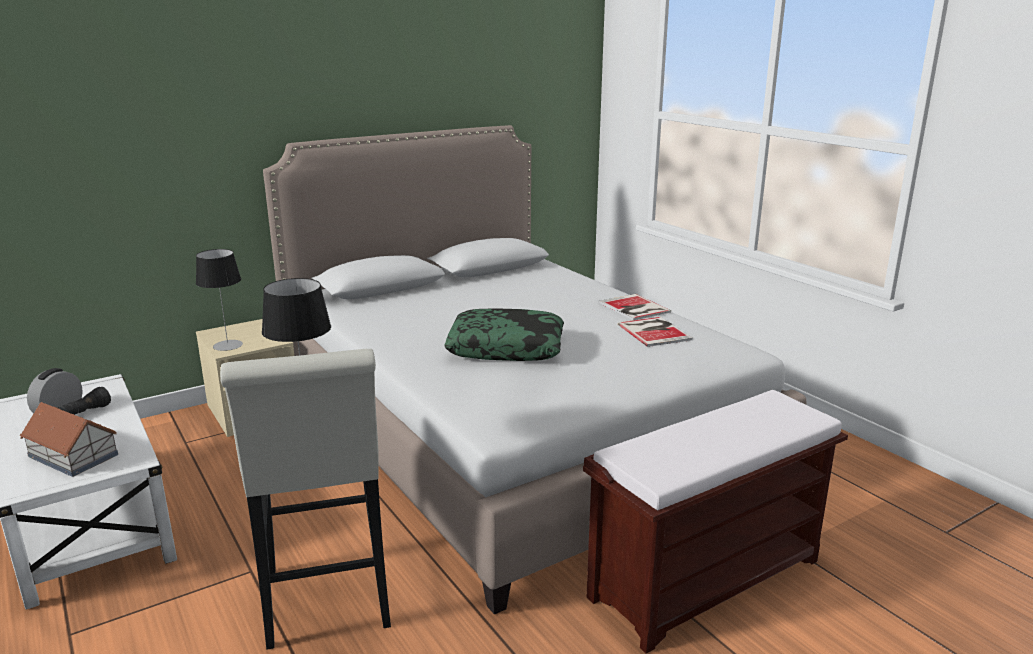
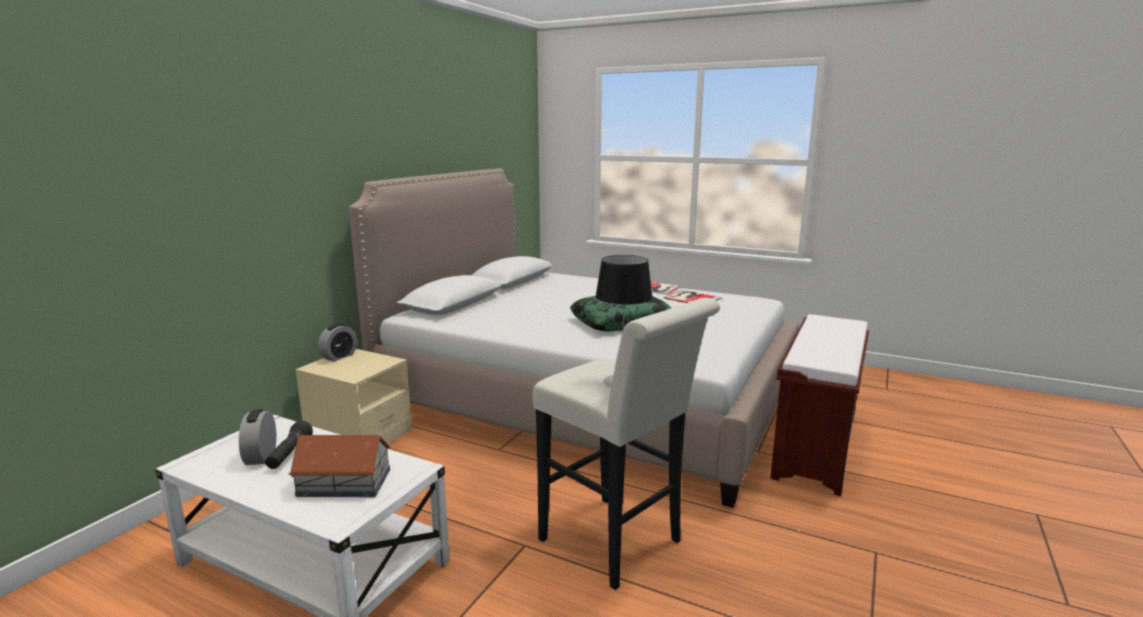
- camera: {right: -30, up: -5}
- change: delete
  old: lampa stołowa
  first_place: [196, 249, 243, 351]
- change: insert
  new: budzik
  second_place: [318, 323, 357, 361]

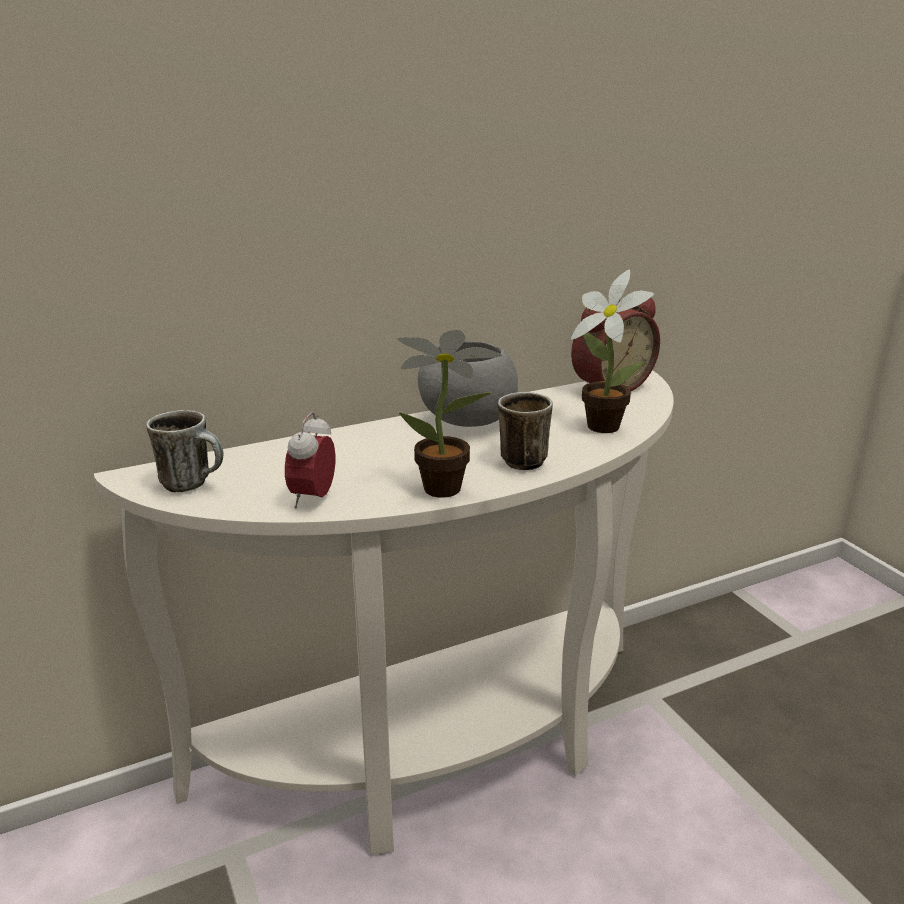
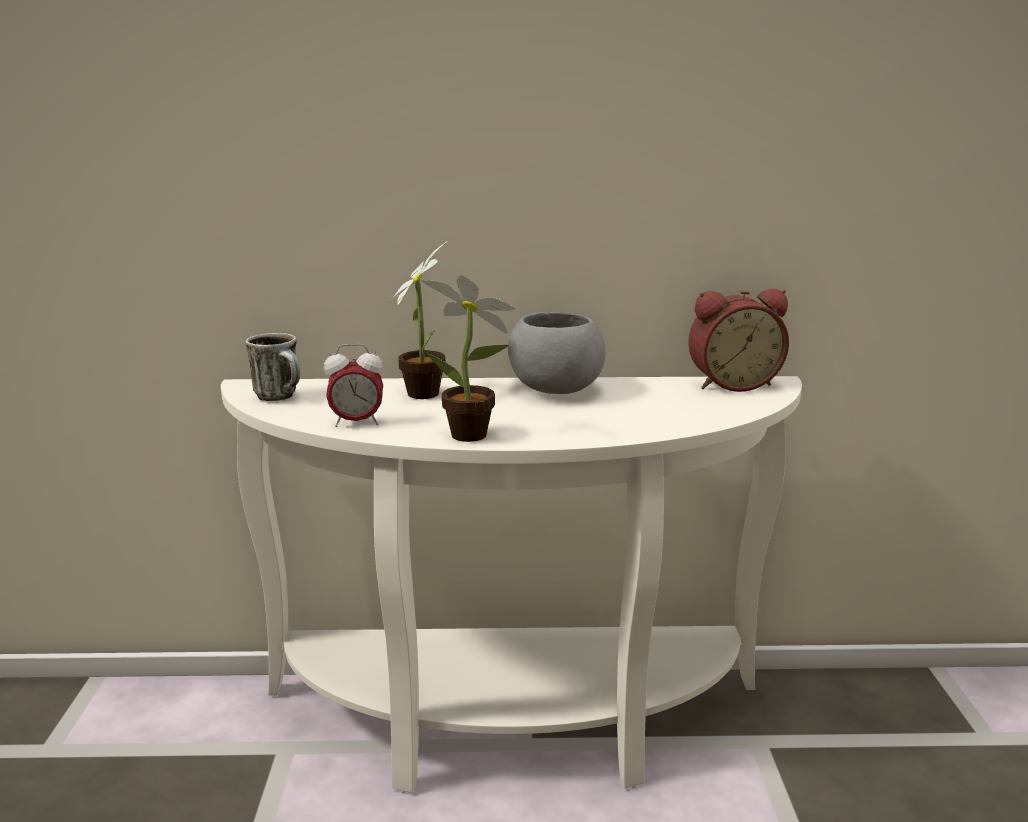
- camera: {right: 25, up: -5}
- change: move
  old: roślina doniczkowa
  first_place: [571, 270, 654, 433]
  second_place: [391, 242, 446, 399]
- change: delete
  old: kubek
  first_place: [498, 392, 553, 470]
- change: rotate
  old: budzik
  first_place: [285, 412, 335, 509]
  second_place: [324, 344, 383, 427]
  degrees: -135

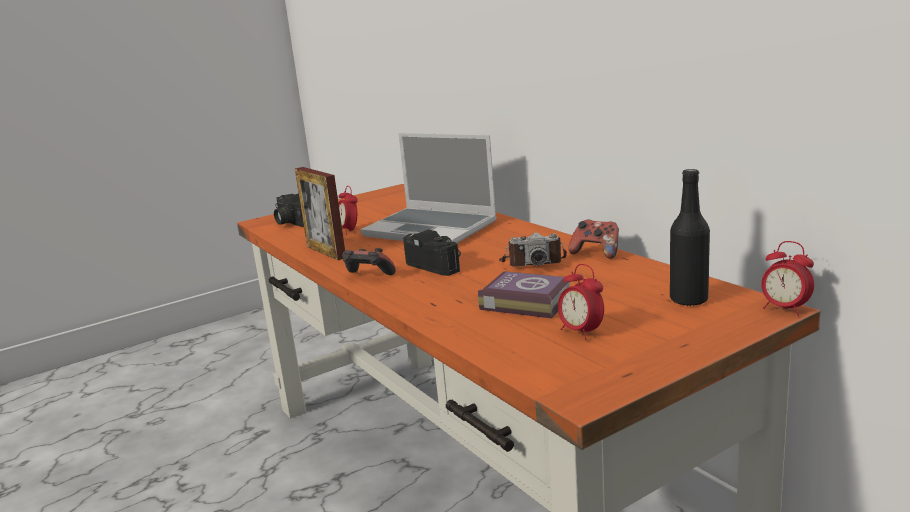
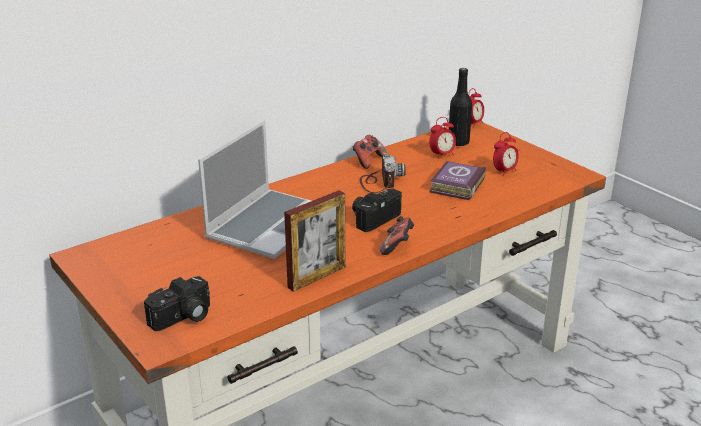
- camera: {right: -95, up: 10}
- change: move
  old: budzik
  first_place: [338, 186, 358, 235]
  second_place: [429, 117, 456, 159]

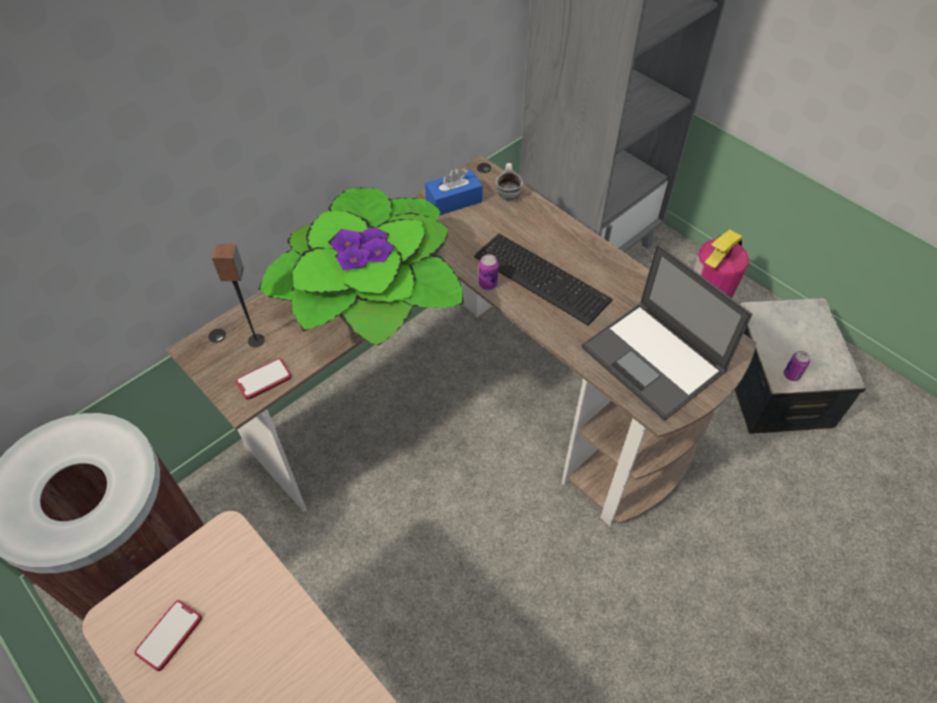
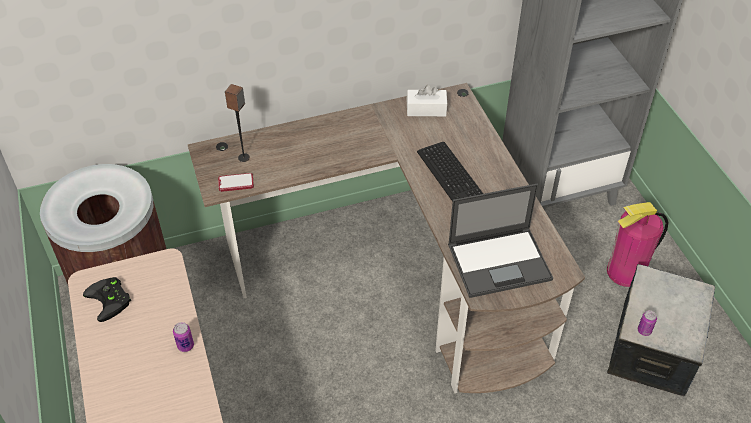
- camera: {right: 25, up: -5}
- change: delete
  old: kubek
  first_place: [496, 163, 523, 200]
- change: recolor
  old: pudełko chusteczek [niebieski]
  new: pudełko chusteczek [biały]
  first_place: [425, 168, 483, 215]
  second_place: [407, 85, 447, 116]
- change: delete
  old: roślina doniczkowa
  first_place: [258, 188, 464, 346]
- change: rotate
  old: laptop
  first_place: [581, 244, 752, 421]
  second_place: [448, 184, 553, 298]
  degrees: -90
- change: move
  old: puszka
  first_place: [479, 254, 498, 290]
  second_place: [173, 322, 194, 352]
- change: replace
  old: telefon
  new: pad do gier [czarny]
  first_place: [134, 600, 202, 671]
  second_place: [83, 277, 131, 322]

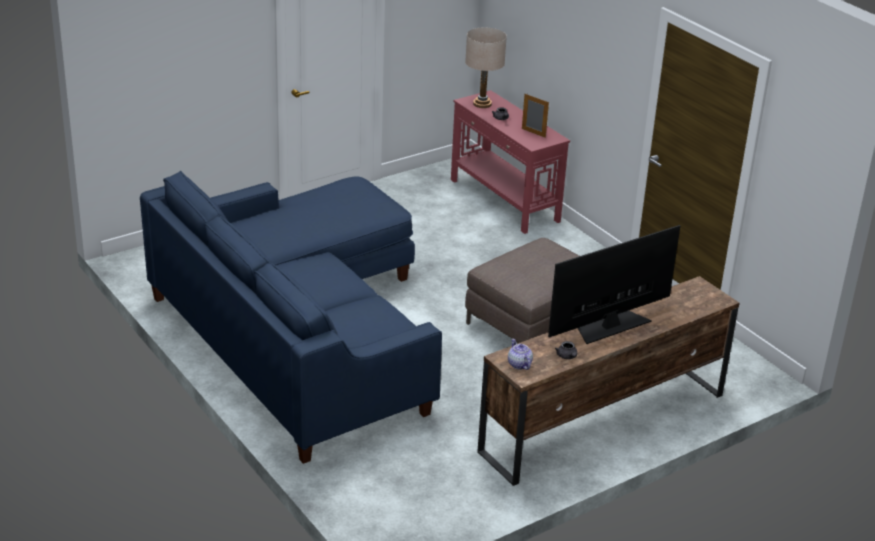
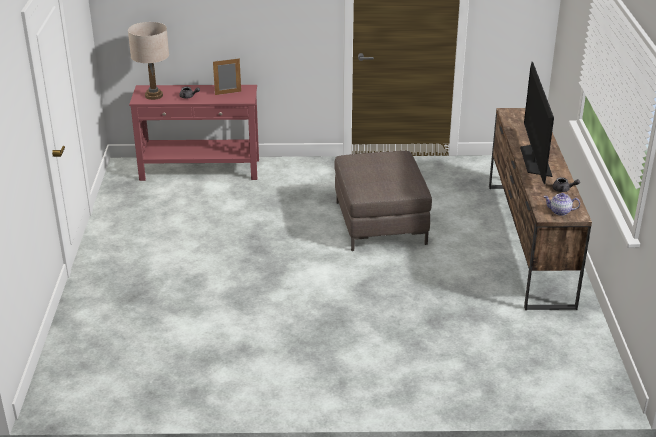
- camera: {right: -55, up: 0}
- change: delete
  old: kanapa [niebieski]
  first_place: [140, 171, 442, 464]

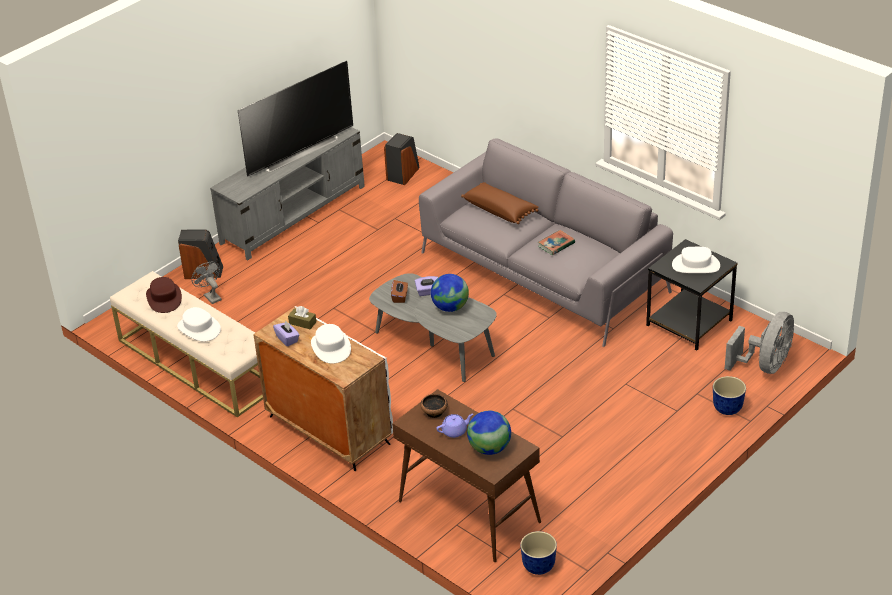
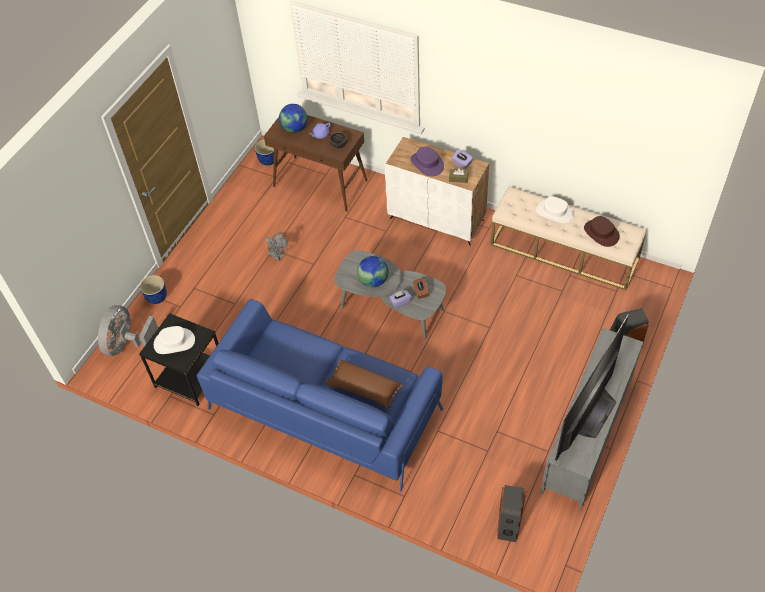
- camera: {right: 165, up: 15}
- change: recolor
  old: kanapa [szary]
  new: kanapa [niebieski]
  first_place: [419, 139, 673, 347]
  second_place: [197, 299, 443, 492]
- change: delete
  old: książka
  first_place: [538, 230, 575, 255]
- change: move
  old: wentylator [szary]
  first_place: [191, 262, 222, 304]
  second_place: [265, 232, 288, 261]
- change: recolor
  old: kapelusz [biały]
  new: kapelusz [fioletowy]
  first_place: [311, 324, 351, 364]
  second_place: [410, 147, 444, 176]

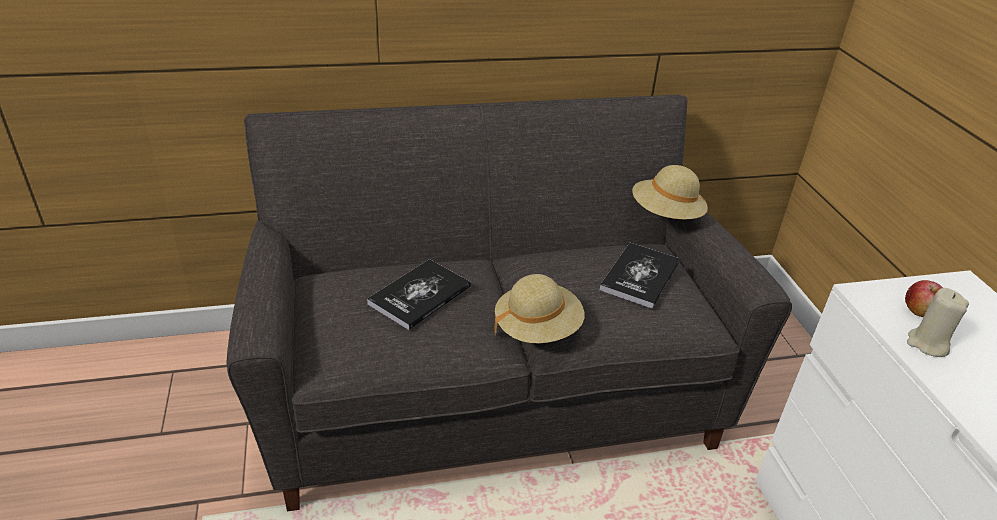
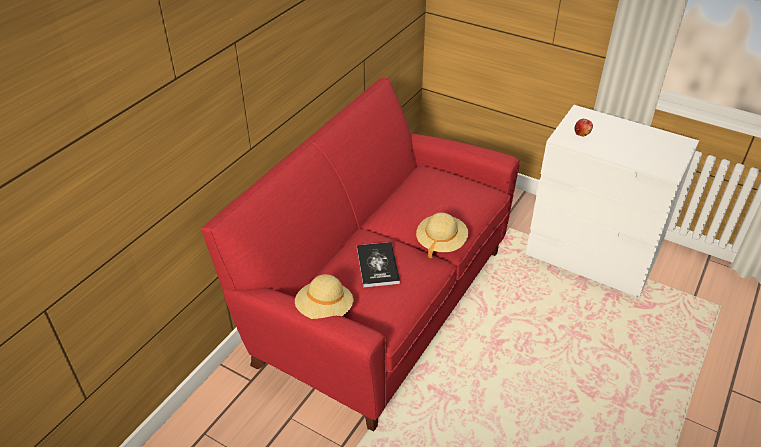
- camera: {right: -45, up: 5}
- change: recolor
  old: kanapa [szary]
  new: kanapa [czerwony]
  first_place: [227, 95, 792, 511]
  second_place: [201, 78, 520, 432]
- change: move
  old: kapelusz [beżowy]
  first_place: [632, 165, 708, 219]
  second_place: [295, 274, 353, 319]
- change: delete
  old: książka
  first_place: [599, 243, 680, 309]
- change: delete
  old: świeca [beżowy]
  first_place: [907, 288, 969, 357]

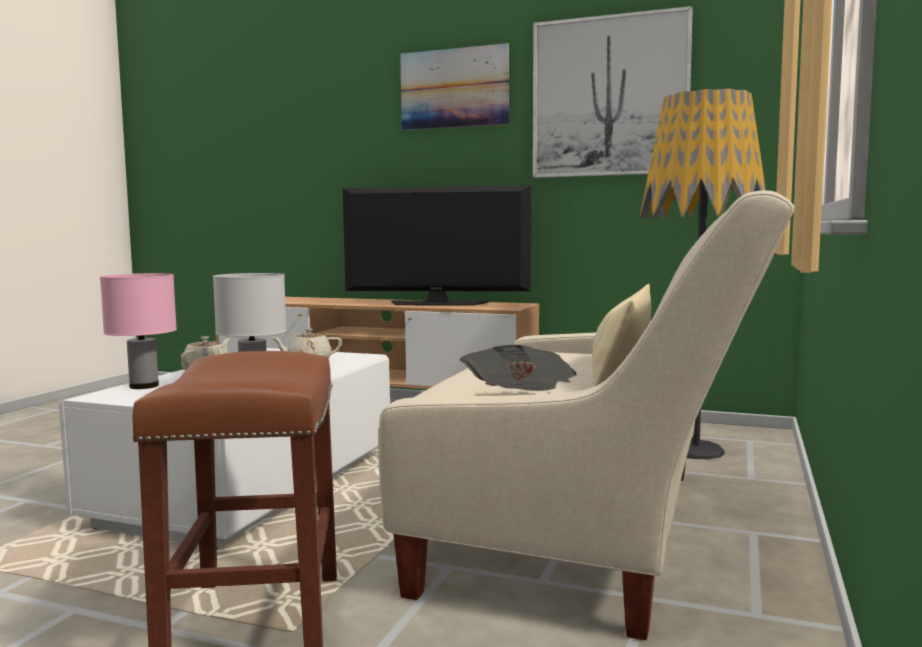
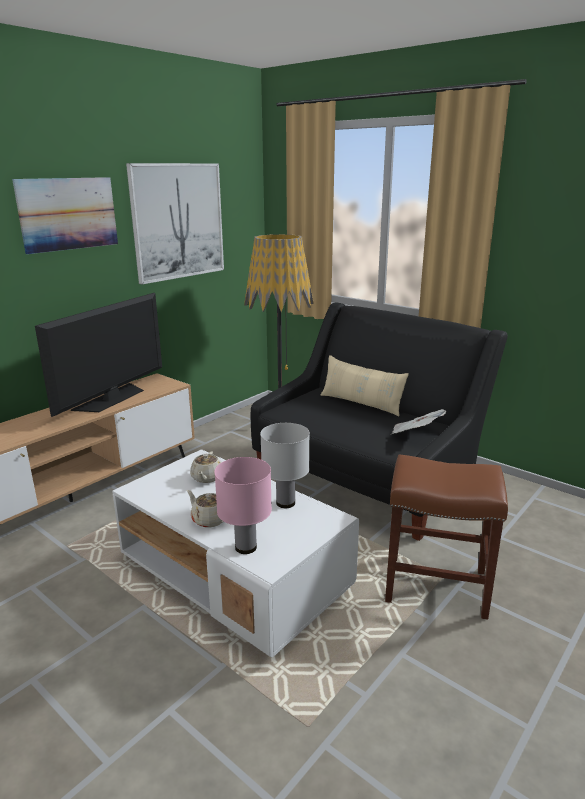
- camera: {right: -70, up: 15}
- change: recolor
  old: kanapa [beżowy]
  new: kanapa [czarny]
  first_place: [378, 190, 794, 640]
  second_place: [251, 302, 508, 541]

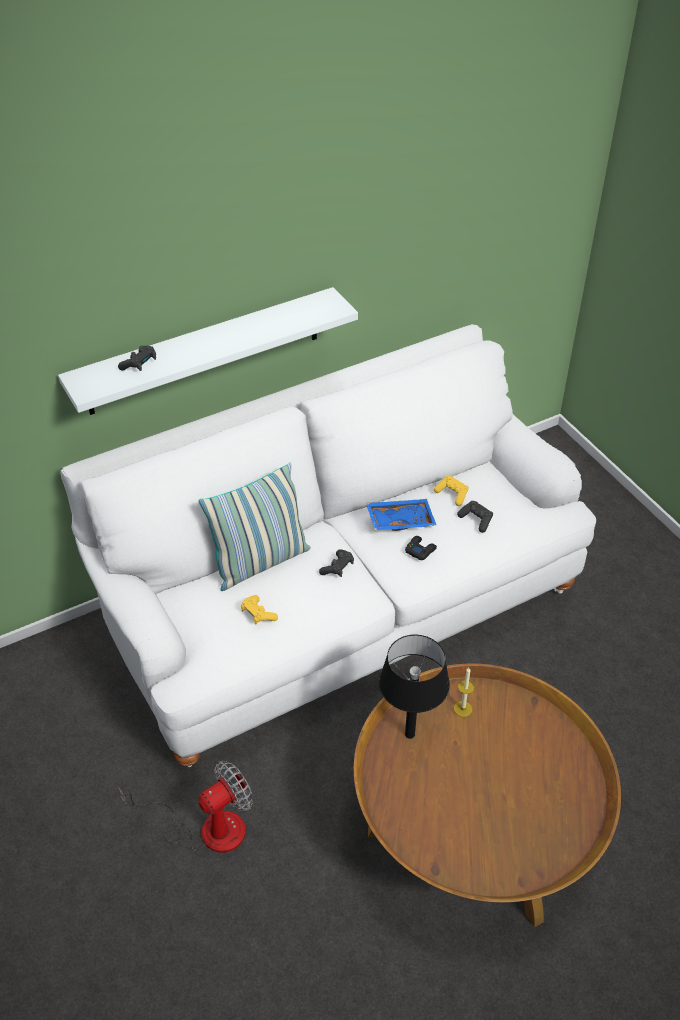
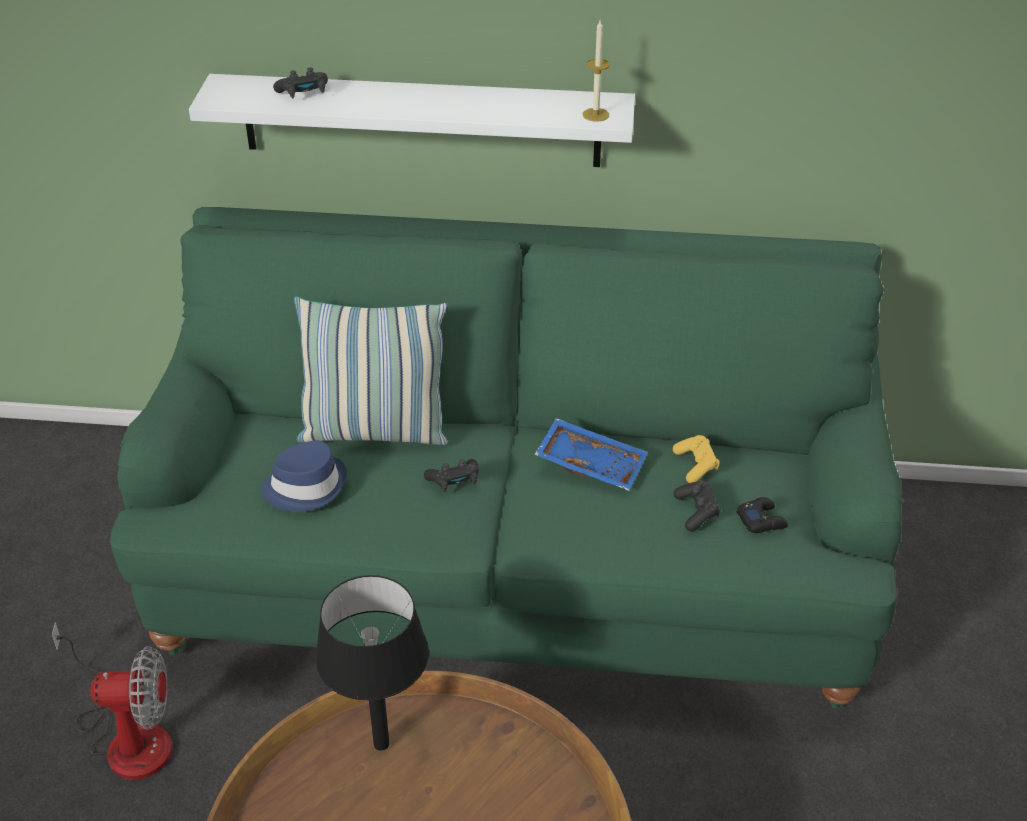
- camera: {right: 35, up: -5}
- change: recolor
  old: kanapa [biały]
  new: kanapa [zielony]
  first_place: [61, 324, 596, 767]
  second_place: [110, 207, 903, 709]
- change: move
  old: pad do gier [czarny]
  first_place: [405, 536, 437, 560]
  second_place: [737, 497, 788, 533]
- change: replace
  old: pad do gier [żółty]
  new: kapelusz [niebieski]
  first_place: [241, 595, 278, 625]
  second_place: [261, 441, 347, 512]
- change: move
  old: świeca
  first_place: [454, 668, 474, 717]
  second_place: [583, 20, 610, 121]

